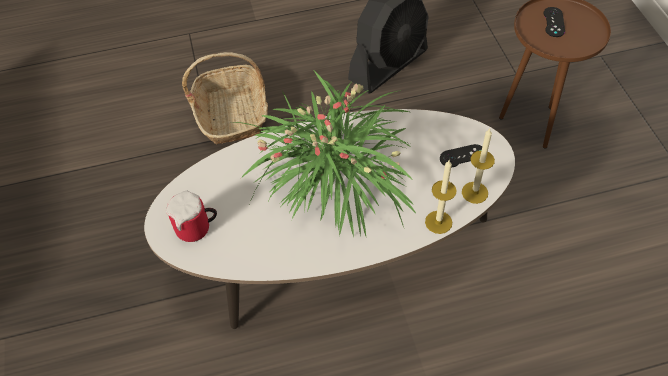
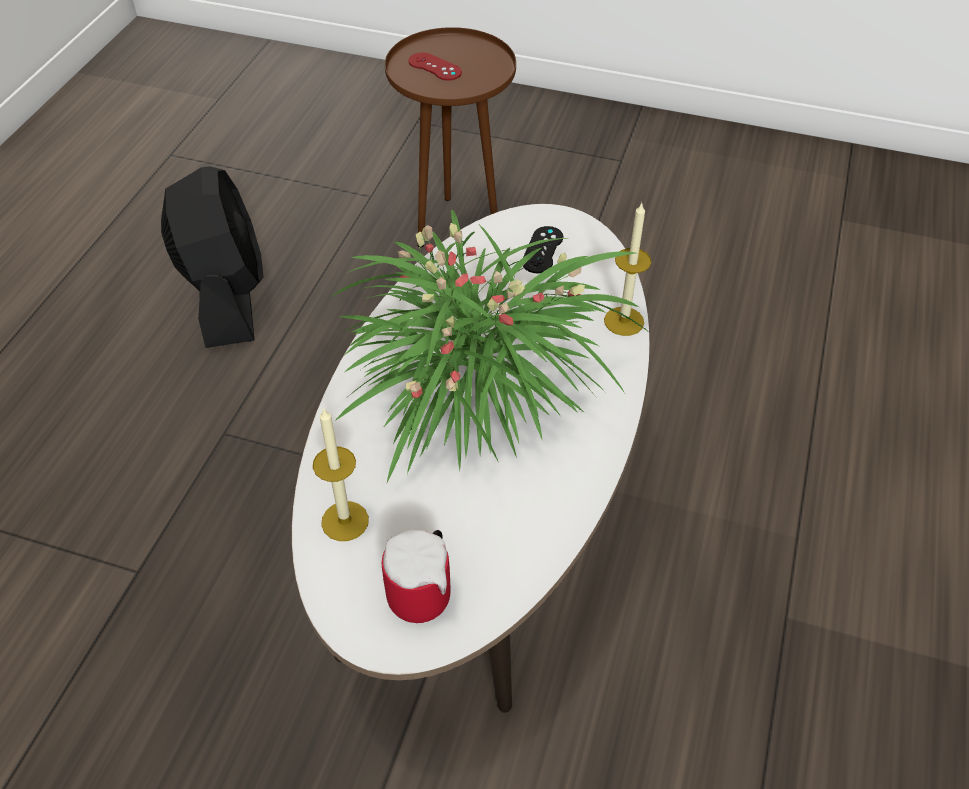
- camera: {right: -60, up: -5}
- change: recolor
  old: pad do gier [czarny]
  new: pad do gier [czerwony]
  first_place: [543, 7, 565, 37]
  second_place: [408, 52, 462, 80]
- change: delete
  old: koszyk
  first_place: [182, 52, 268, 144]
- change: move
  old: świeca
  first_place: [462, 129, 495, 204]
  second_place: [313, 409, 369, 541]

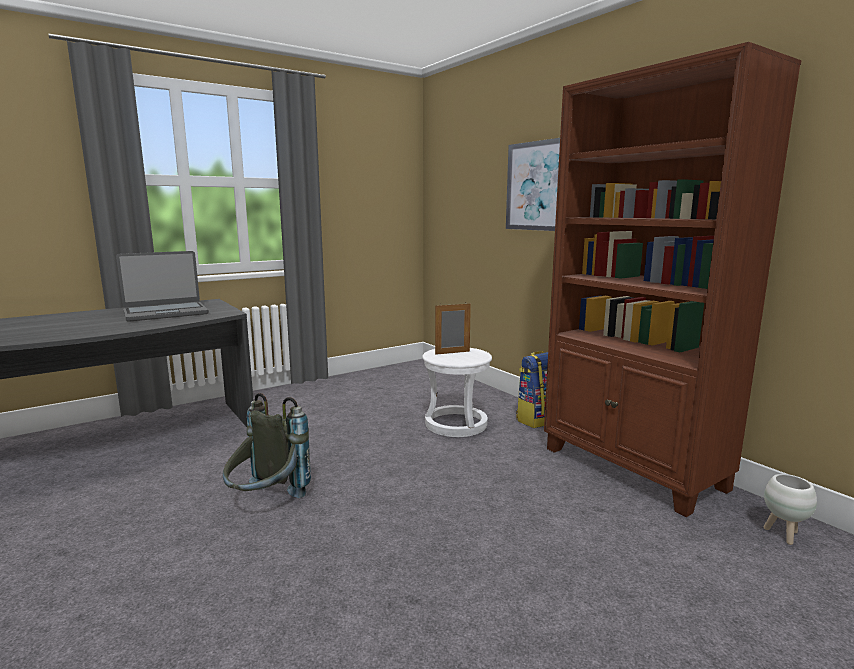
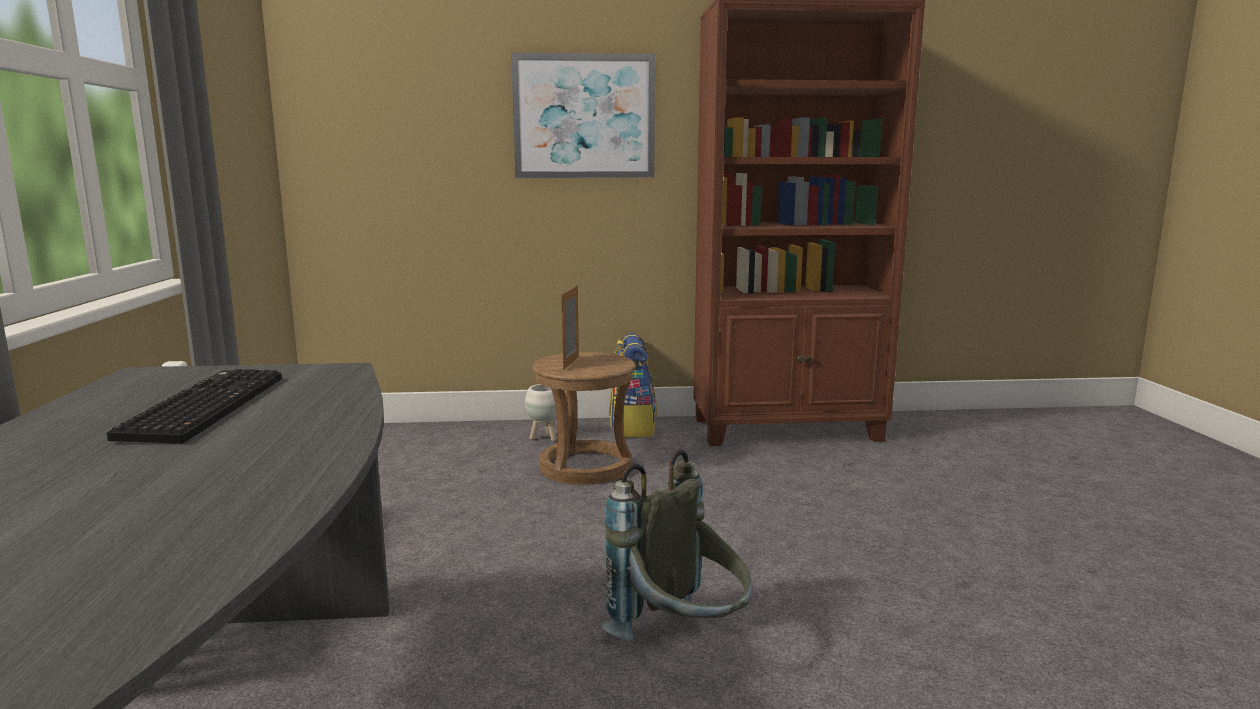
- camera: {right: -60, up: 0}
- change: replace
  old: laptop
  new: klawiatura
  first_place: [116, 251, 209, 322]
  second_place: [107, 369, 282, 444]
- change: recolor
  old: stołek [biały]
  new: stołek [brązowy]
  first_place: [422, 348, 492, 437]
  second_place: [532, 352, 636, 485]
- change: move
  old: donica [biały]
  first_place: [764, 474, 817, 545]
  second_place: [525, 384, 557, 441]

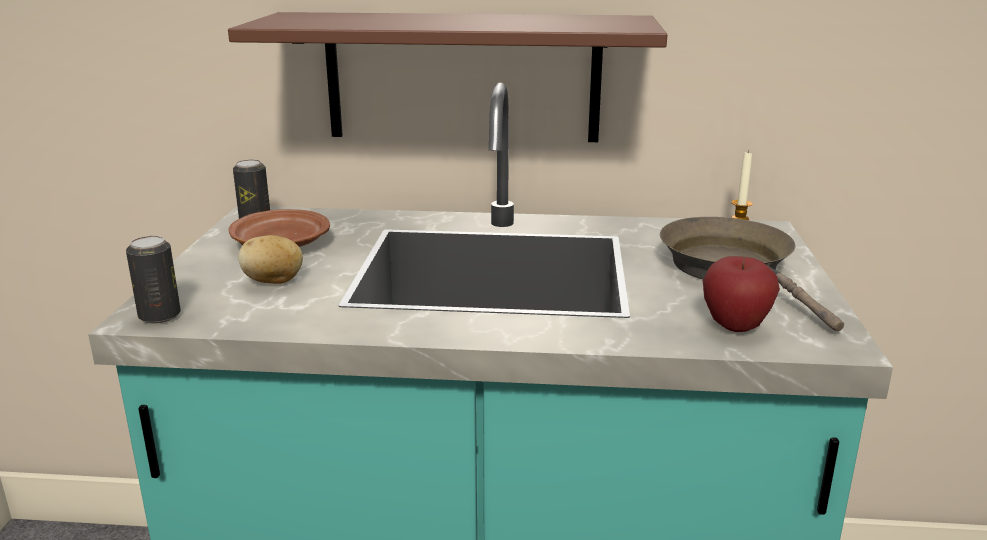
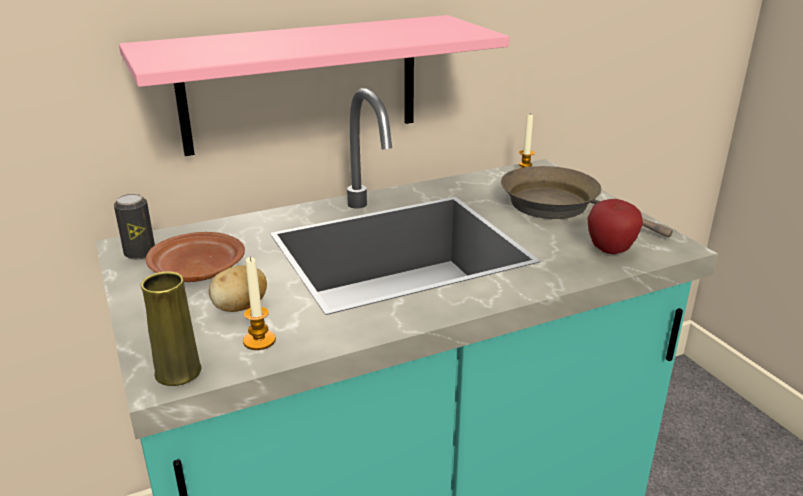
- camera: {right: -30, up: 5}
- change: recolor
  old: półka [brązowy]
  new: półka [różowy]
  first_place: [228, 12, 667, 142]
  second_place: [119, 15, 509, 156]
- change: replace
  old: puszka
  new: wazon [żółty]
  first_place: [126, 236, 181, 324]
  second_place: [141, 271, 202, 386]
- change: insert
  new: świeca
  second_place: [243, 256, 276, 350]

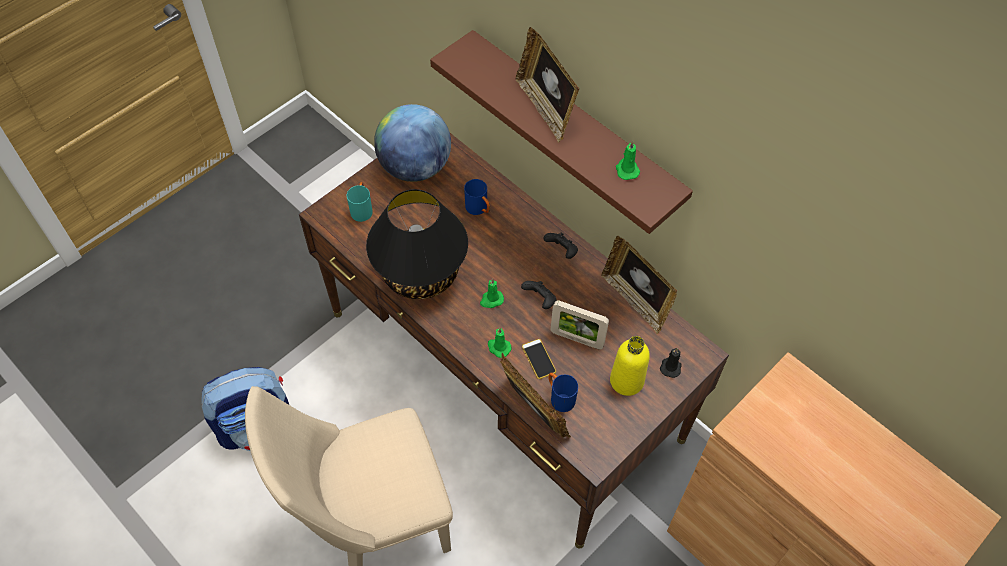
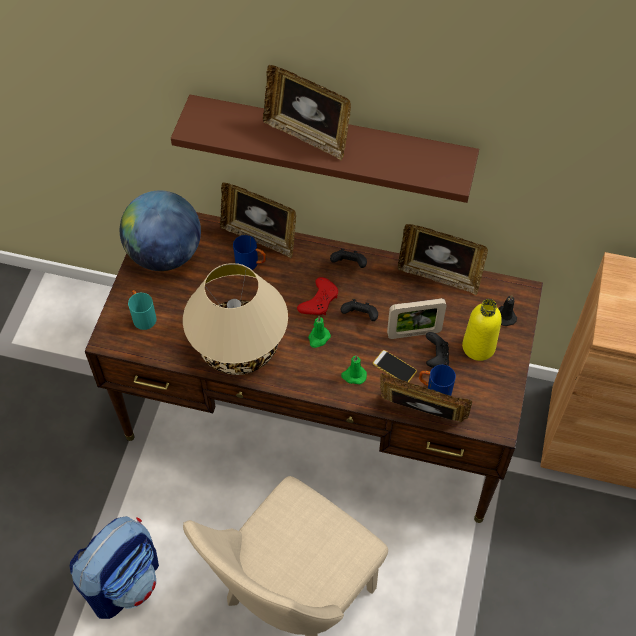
- camera: {right: -30, up: 0}
- change: delete
  old: świeca [zielony]
  first_place: [616, 141, 640, 180]
- change: recolor
  old: lampa stołowa [czarny]
  new: lampa stołowa [beżowy]
  first_place: [366, 189, 468, 299]
  second_place: [183, 263, 288, 375]
- change: insert
  new: ramka na zdjęcie
  second_place: [220, 182, 296, 258]
- change: insert
  new: pad do gier [czerwony]
  second_place: [297, 277, 338, 315]
- change: insert
  new: pad do gier [czarny]
  second_place: [426, 332, 449, 368]

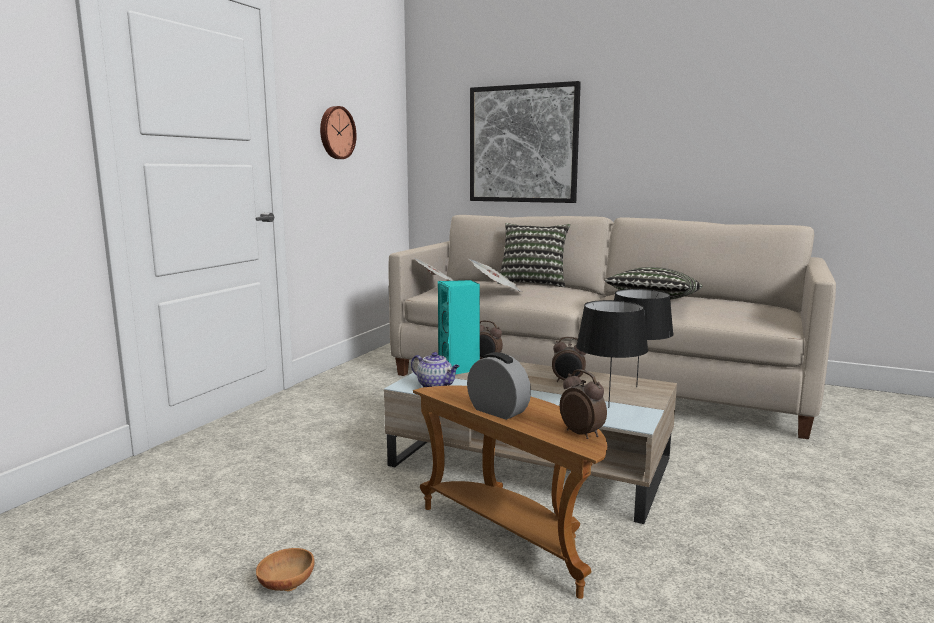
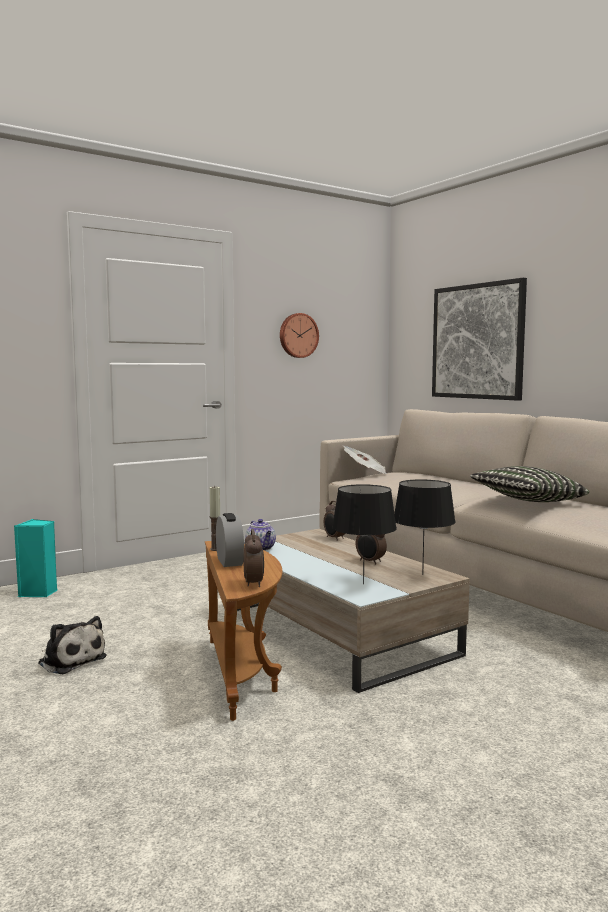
- camera: {right: 30, up: -5}
- change: delete
  old: poduszka
  first_place: [497, 223, 570, 287]
- change: delete
  old: gazeta
  first_place: [469, 259, 522, 292]
- change: move
  old: głośnik [turkusowy]
  first_place: [438, 280, 480, 375]
  second_place: [14, 519, 57, 597]
- change: replace
  old: miska [brązowy]
  new: pluszak
  first_place: [256, 548, 314, 591]
  second_place: [38, 616, 107, 674]
- change: insert
  new: świeca
  second_place: [210, 486, 220, 551]

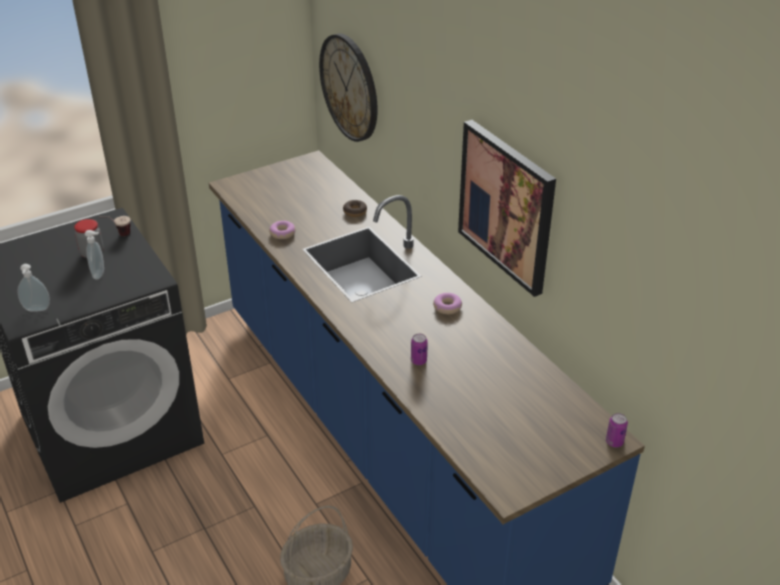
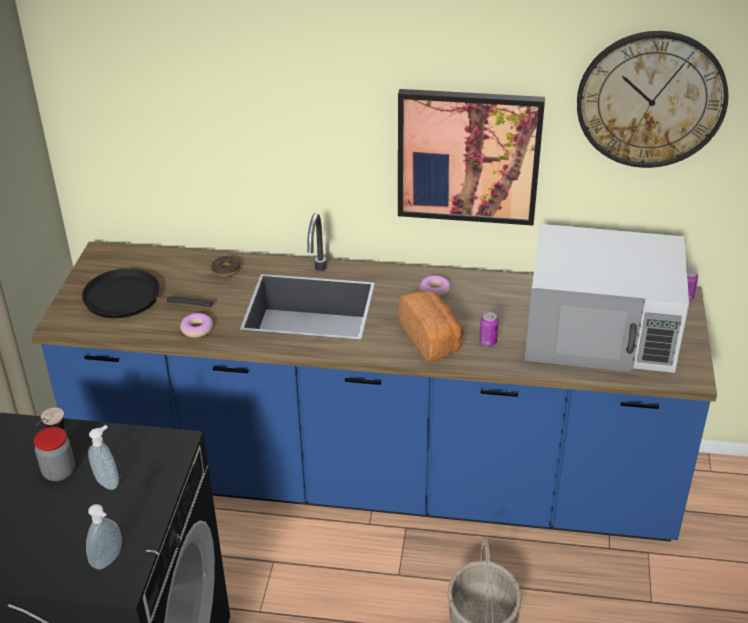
- camera: {right: -50, up: 0}
- change: move
  old: zegar ścienny
  first_place: [319, 33, 378, 142]
  second_place: [577, 31, 729, 168]
- change: insert
  new: mikrofalówka [biały]
  second_place: [525, 224, 689, 373]
- change: insert
  new: patelnia [czarny]
  second_place: [82, 268, 213, 318]
- change: insert
  new: chleb
  second_place: [399, 291, 463, 362]

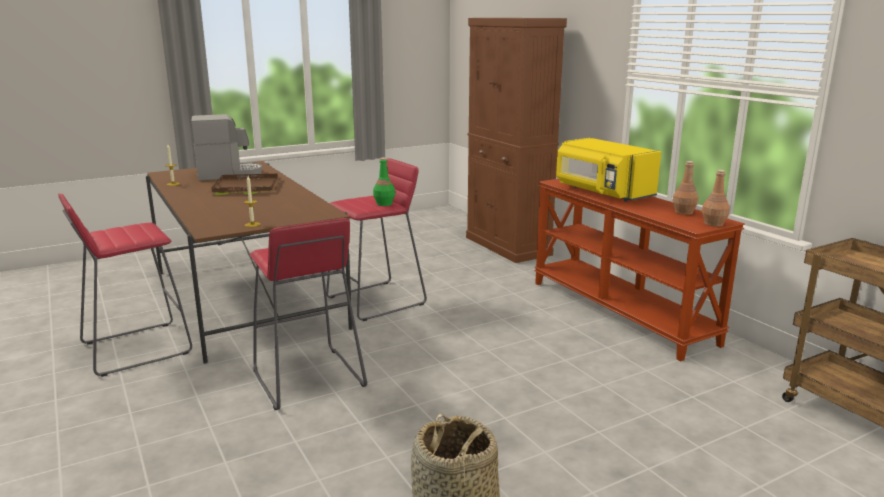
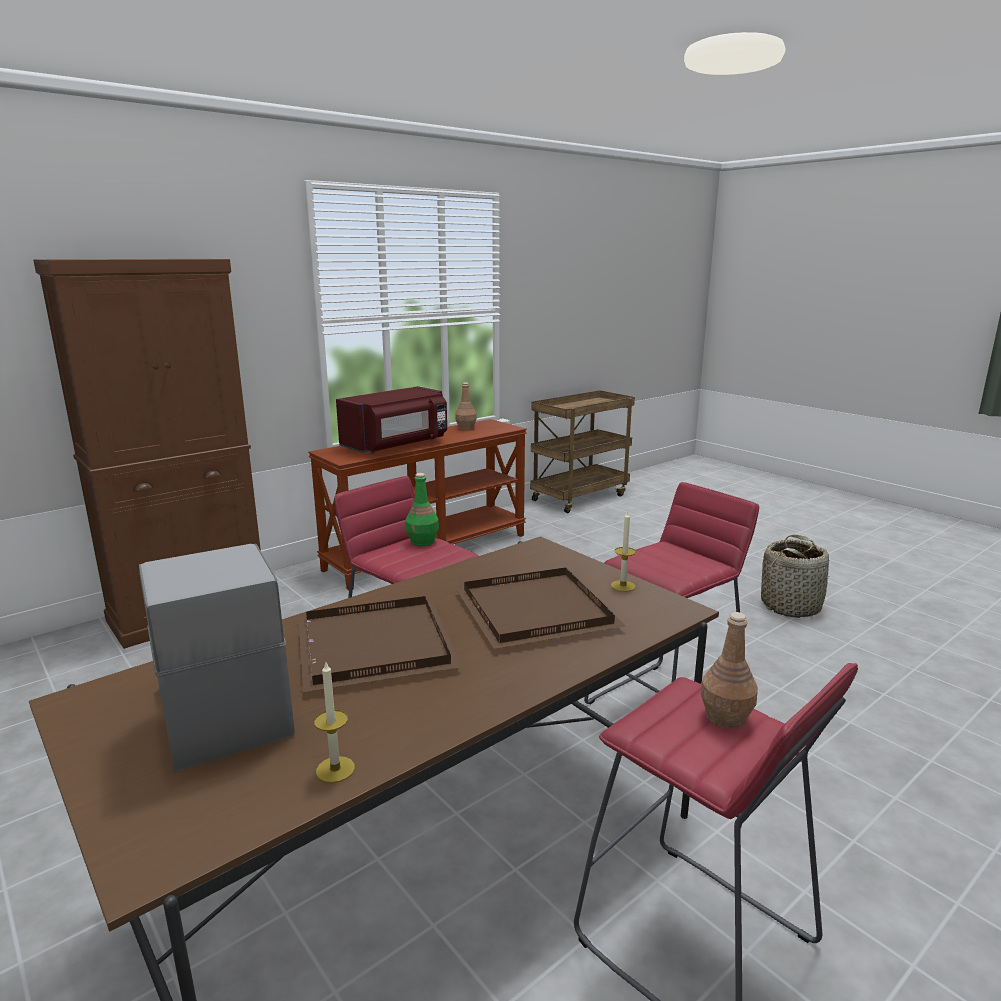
- camera: {right: -100, up: 0}
- change: recolor
  old: mikrofalówka [żółty]
  new: mikrofalówka [czerwony]
  first_place: [556, 138, 661, 202]
  second_place: [336, 386, 447, 453]
- change: move
  old: butelka [brązowy]
  first_place: [702, 170, 730, 227]
  second_place: [700, 612, 758, 729]
- change: insert
  new: taca [brązowy]
  second_place: [455, 568, 625, 649]

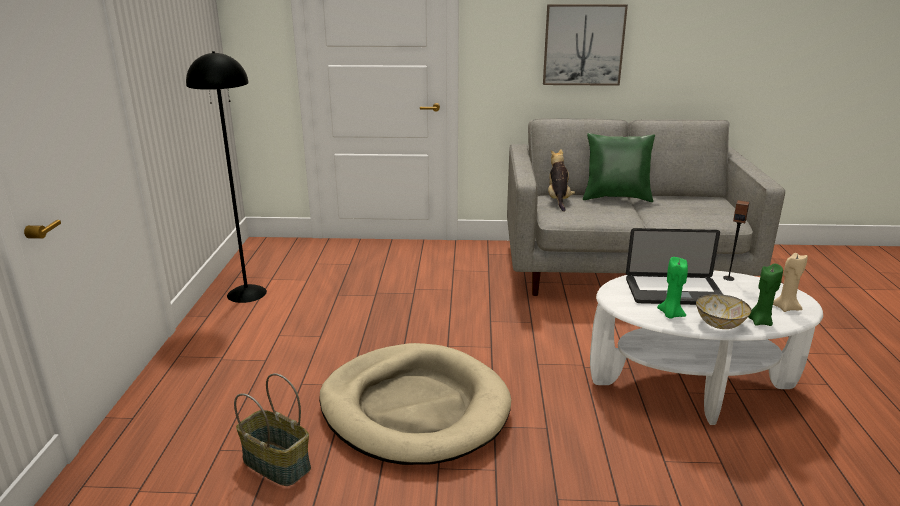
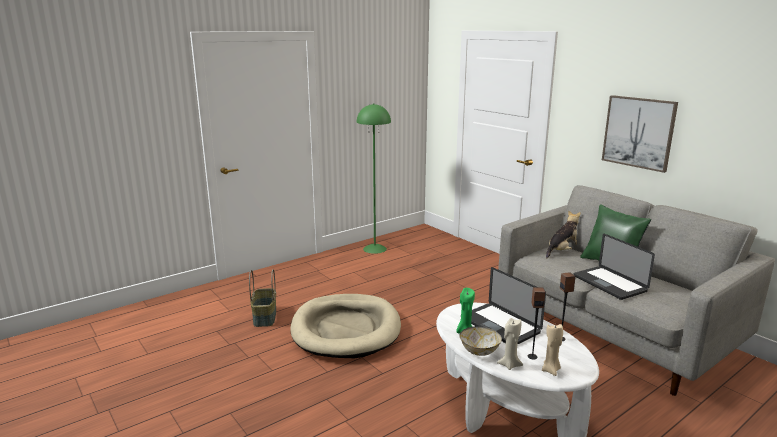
- camera: {right: 50, up: -5}
- change: recolor
  old: lampa stojąca [czarny]
  new: lampa stojąca [zielony]
  first_place: [186, 51, 267, 303]
  second_place: [357, 103, 391, 254]
- change: recolor
  old: świeca [zielony]
  new: świeca [beżowy]
  first_place: [748, 264, 783, 326]
  second_place: [497, 318, 523, 370]
- change: insert
  new: laptop
  second_place: [574, 234, 655, 300]
- change: insert
  new: głośnik
  second_place: [528, 287, 545, 359]

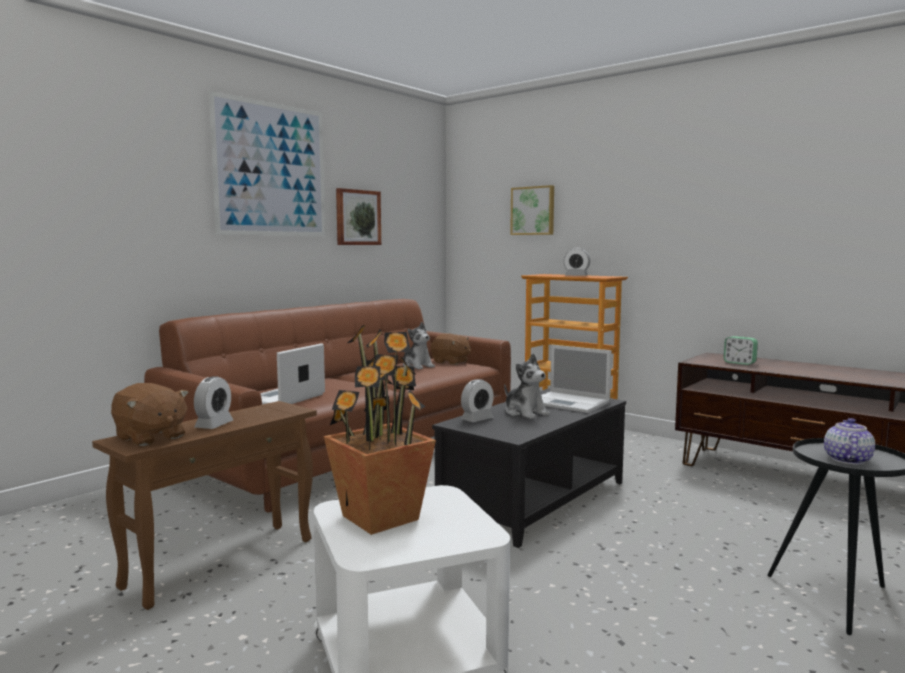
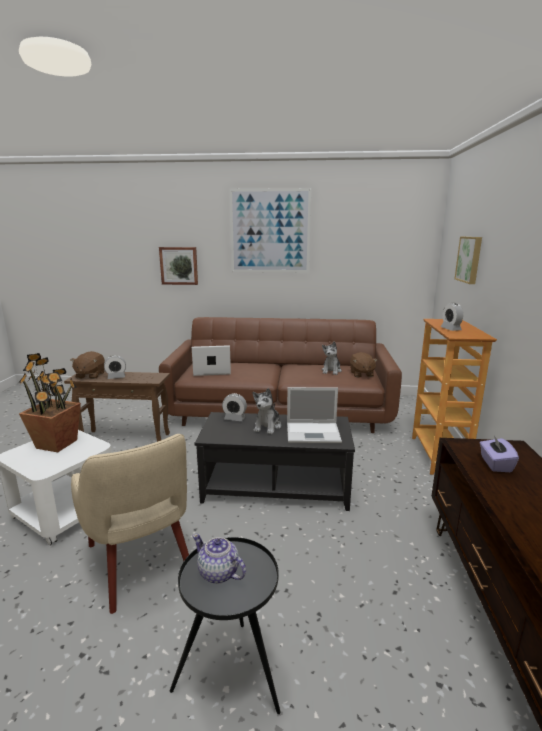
- camera: {right: 55, up: 10}
- change: move
  old: obraz
  first_place: [336, 188, 381, 245]
  second_place: [159, 247, 198, 285]
- change: replace
  old: budzik
  new: pudełko chusteczek [fioletowy]
  first_place: [724, 336, 758, 365]
  second_place: [480, 436, 519, 472]
- change: rotate
  old: laptop
  first_place: [541, 345, 612, 413]
  second_place: [287, 387, 342, 443]
  degrees: -90
- change: rotate
  old: imbryk
  first_place: [824, 418, 875, 464]
  second_place: [192, 534, 246, 584]
  degrees: -135
- change: insert
  new: fotel [beżowy]
  second_place: [71, 434, 189, 614]

